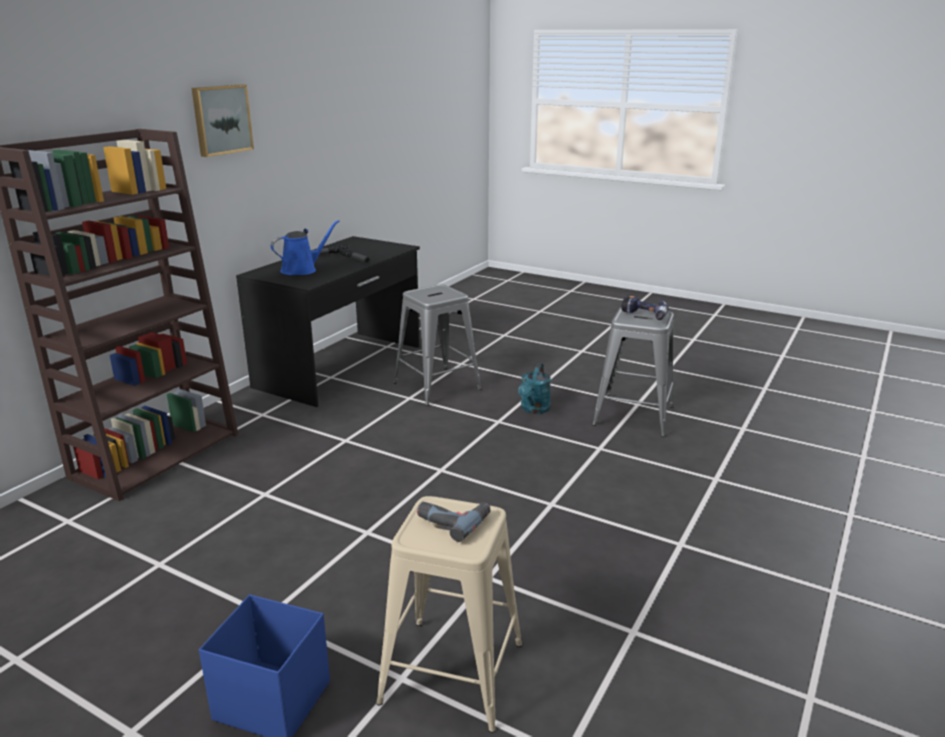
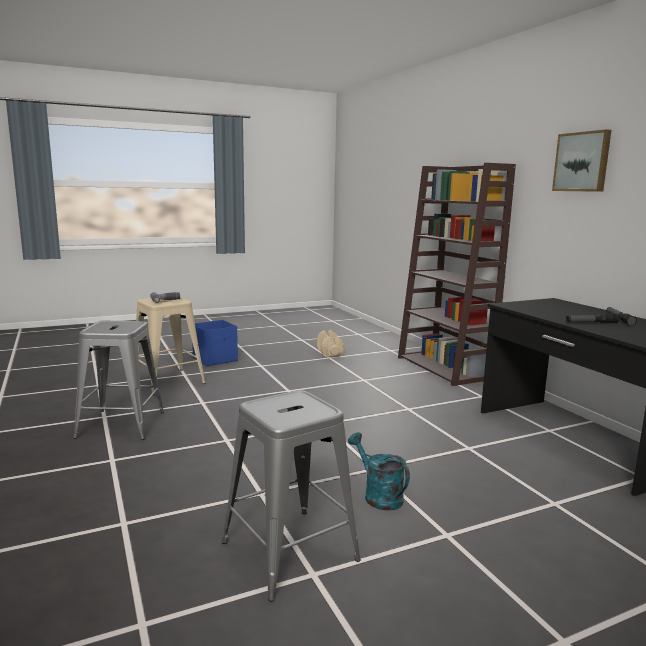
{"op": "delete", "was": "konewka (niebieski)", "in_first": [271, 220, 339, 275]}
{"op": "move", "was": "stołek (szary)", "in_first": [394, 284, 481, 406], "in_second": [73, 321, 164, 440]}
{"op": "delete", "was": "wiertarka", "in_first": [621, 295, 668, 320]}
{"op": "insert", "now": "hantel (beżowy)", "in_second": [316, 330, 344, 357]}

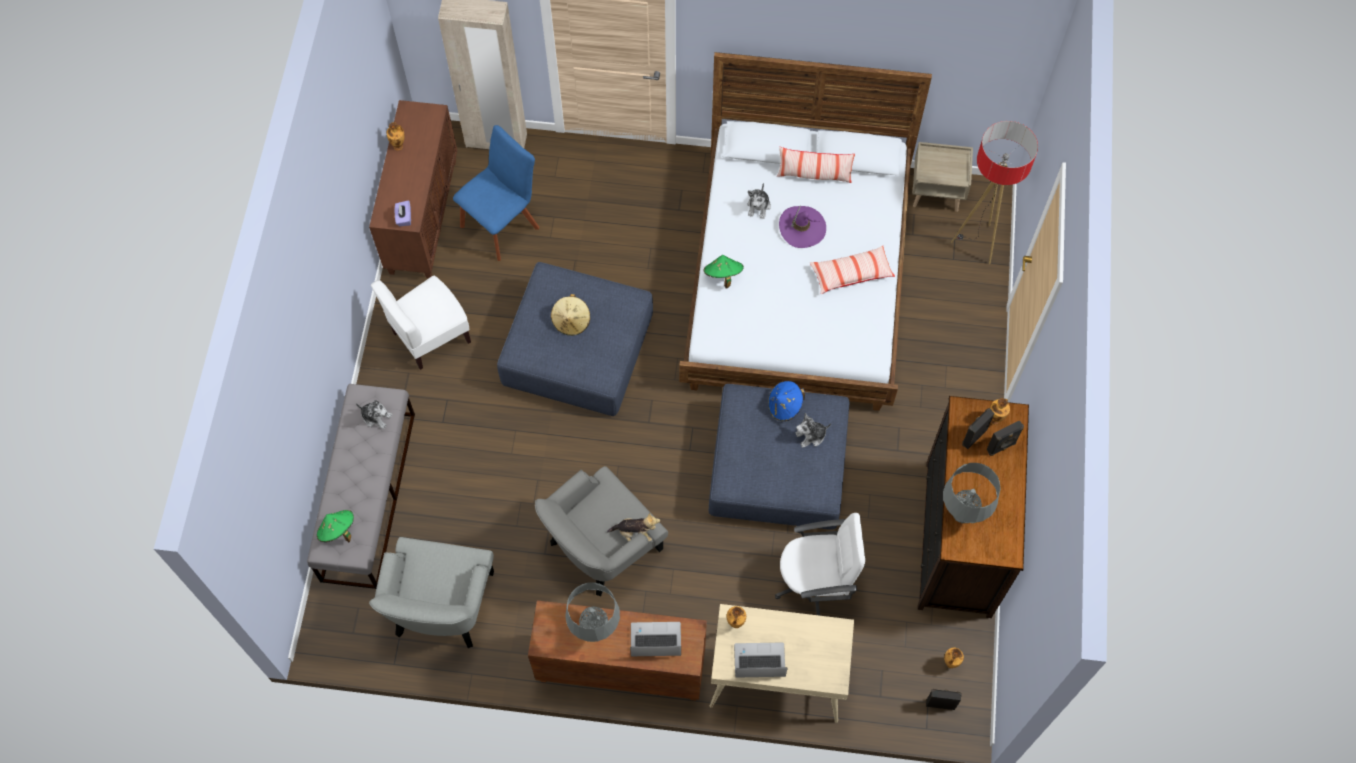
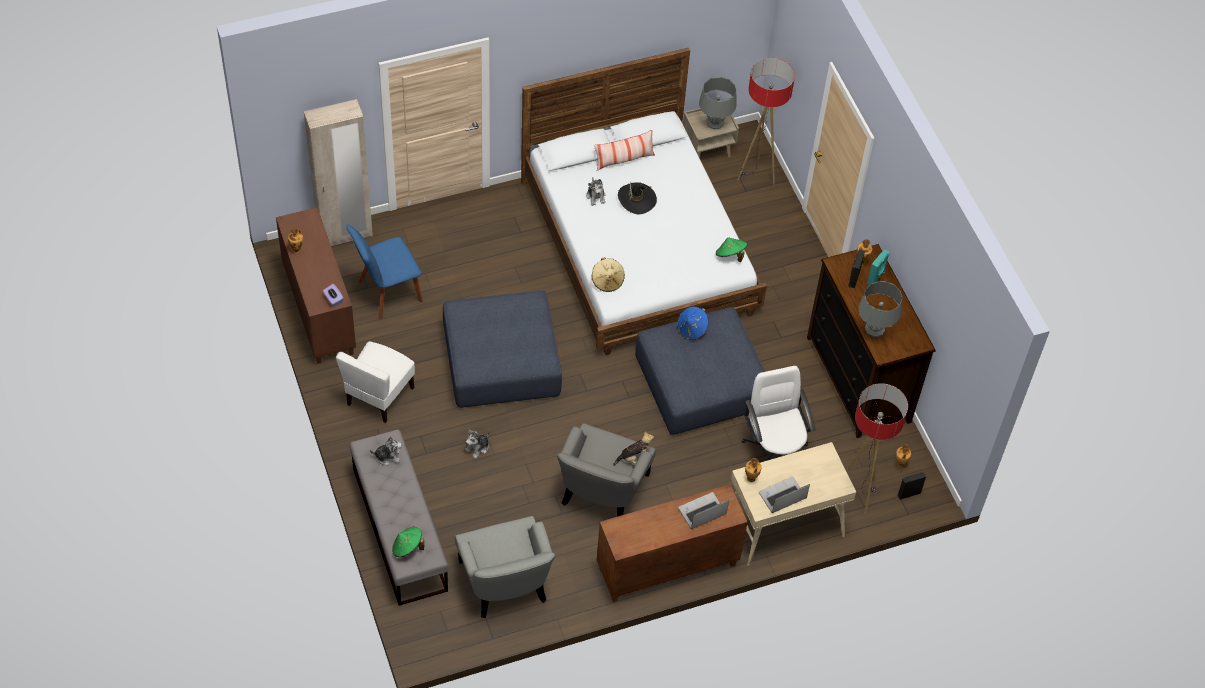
{"op": "rotate", "was": "krzesło (niebieski)", "in_first": [453, 125, 539, 261], "in_second": [346, 225, 423, 319], "clockwise": -135}
{"op": "recolor", "was": "kapelusz (fioletowy)", "now": "kapelusz (czarny)", "in_first": [779, 206, 826, 248], "in_second": [618, 182, 657, 214]}
{"op": "delete", "was": "poduszka", "in_first": [810, 246, 895, 294]}
{"op": "move", "was": "kapelusz (zielony)", "in_first": [704, 255, 744, 288], "in_second": [716, 237, 747, 262]}
{"op": "move", "was": "kapelusz (beżowy)", "in_first": [551, 294, 590, 336], "in_second": [592, 257, 625, 292]}
{"op": "move", "was": "pluszak", "in_first": [795, 413, 831, 448], "in_second": [465, 429, 490, 459]}
{"op": "recolor", "was": "głośnik (czarny)", "now": "głośnik (turkusowy)", "in_first": [986, 420, 1024, 456], "in_second": [867, 249, 889, 285]}
{"op": "rotate", "was": "krzesło biurowe (biały)", "in_first": [775, 513, 865, 616], "in_second": [742, 366, 815, 462], "clockwise": -75}
{"op": "move", "was": "lampa stołowa (szary)", "in_first": [565, 582, 620, 642], "in_second": [699, 77, 737, 129]}
{"op": "insert", "now": "lampa stojąca", "in_second": [846, 383, 908, 514]}

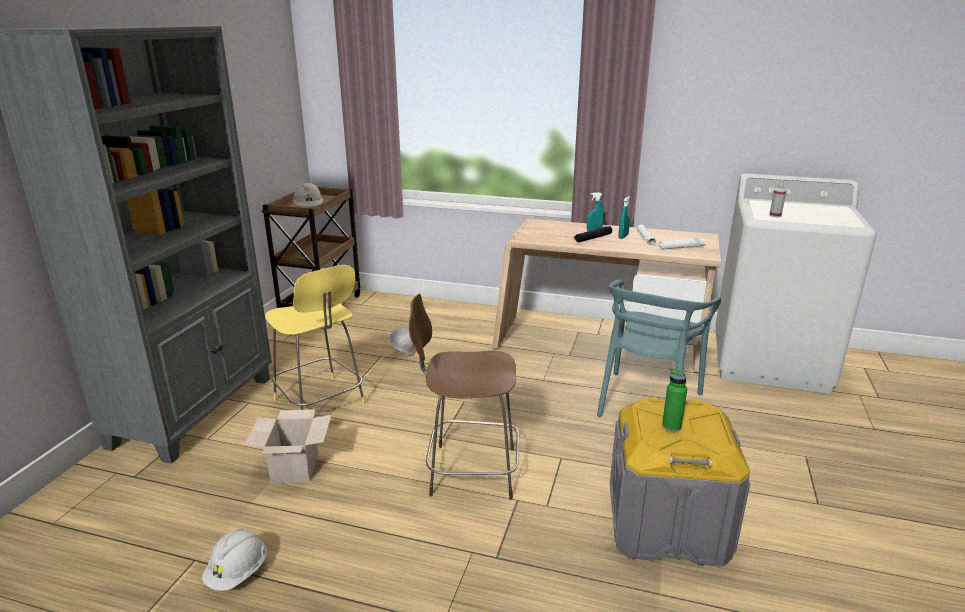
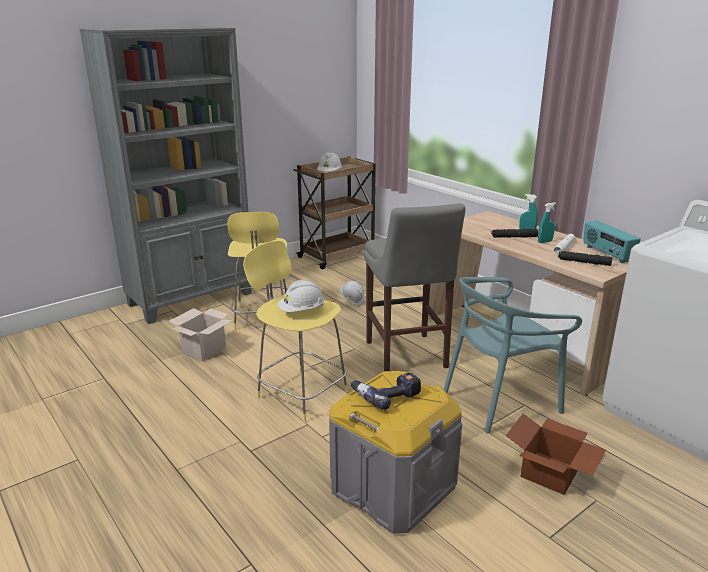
{"op": "delete", "was": "spryskiwacz", "in_first": [769, 179, 786, 217]}
{"op": "recolor", "was": "latarka (biały)", "now": "latarka (czarny)", "in_first": [657, 238, 706, 250], "in_second": [558, 251, 612, 266]}
{"op": "recolor", "was": "stołek (brązowy)", "now": "stołek (żółty)", "in_first": [409, 294, 519, 500], "in_second": [243, 241, 348, 422]}
{"op": "replace", "was": "butelka (zielony)", "now": "wiertarka", "in_first": [662, 369, 687, 432], "in_second": [351, 373, 421, 410]}
{"op": "move", "was": "kask (biały)", "in_first": [202, 529, 267, 591], "in_second": [278, 280, 325, 312]}
{"op": "insert", "now": "stołek (szary)", "in_second": [364, 203, 465, 371]}
{"op": "insert", "now": "radio", "in_second": [583, 221, 641, 263]}
{"op": "insert", "now": "karton", "in_second": [506, 414, 606, 495]}

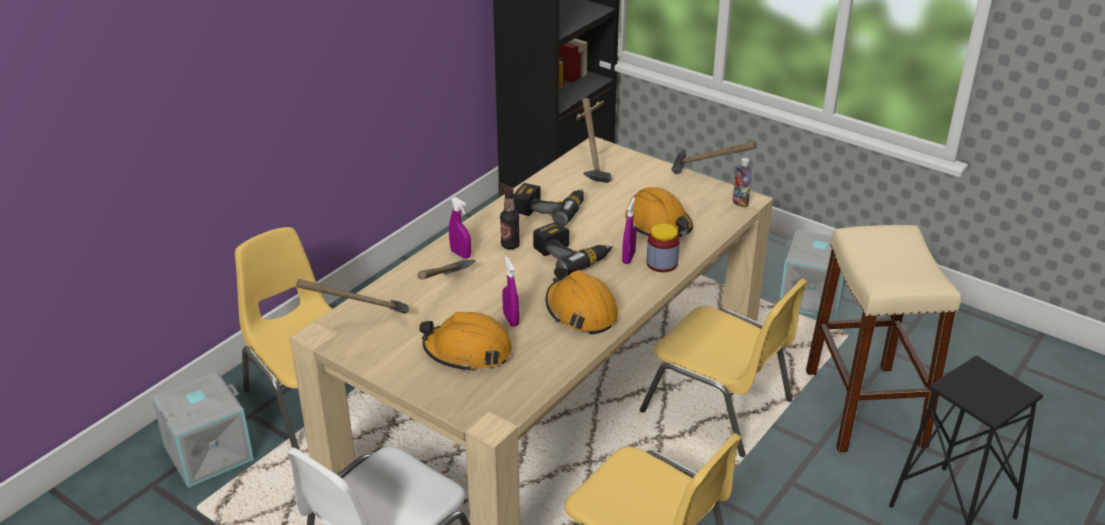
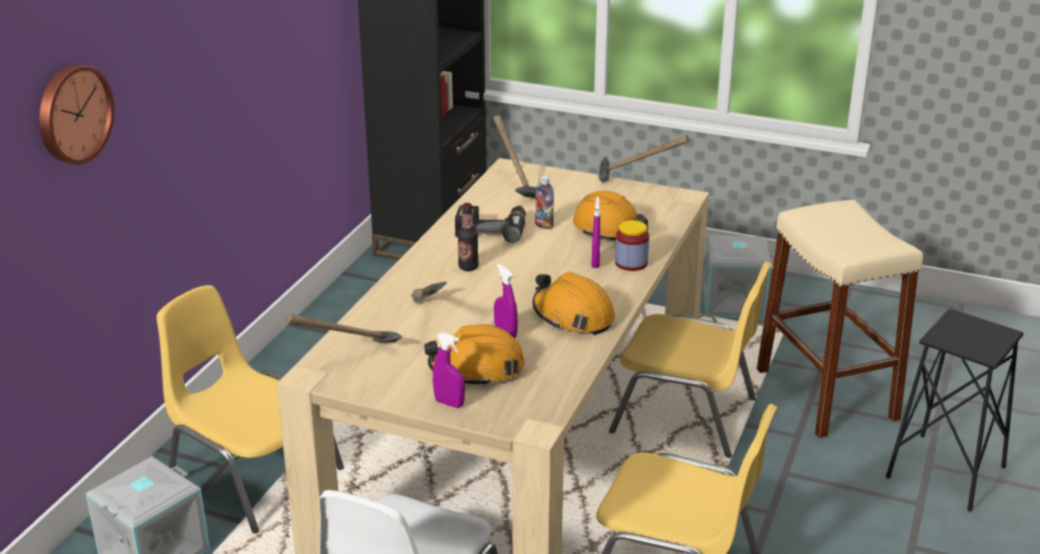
{"op": "move", "was": "butelka", "in_first": [733, 158, 752, 208], "in_second": [535, 176, 554, 229]}
{"op": "move", "was": "spryskiwacz (fioletowy)", "in_first": [449, 197, 471, 259], "in_second": [433, 333, 465, 408]}
{"op": "delete", "was": "wiertarka", "in_first": [533, 222, 613, 275]}
{"op": "insert", "now": "zegar ścienny", "in_second": [39, 64, 114, 165]}

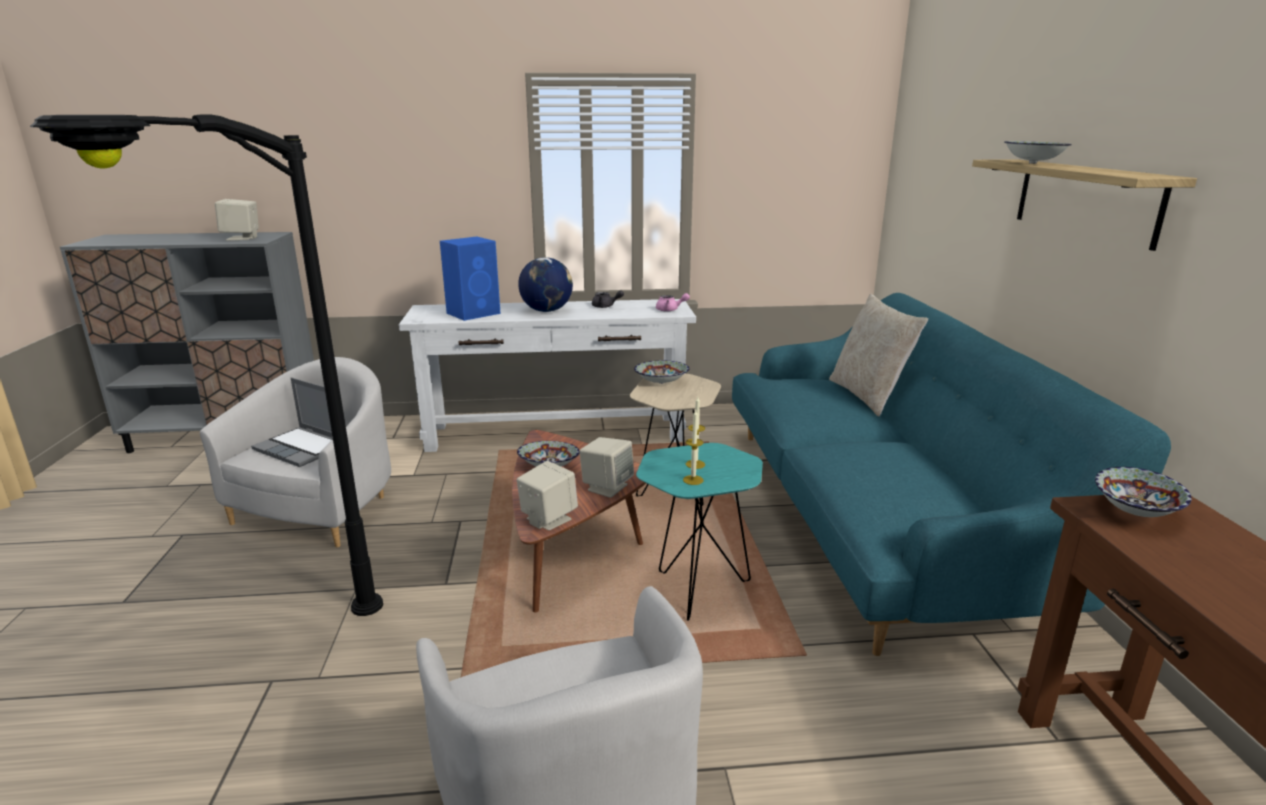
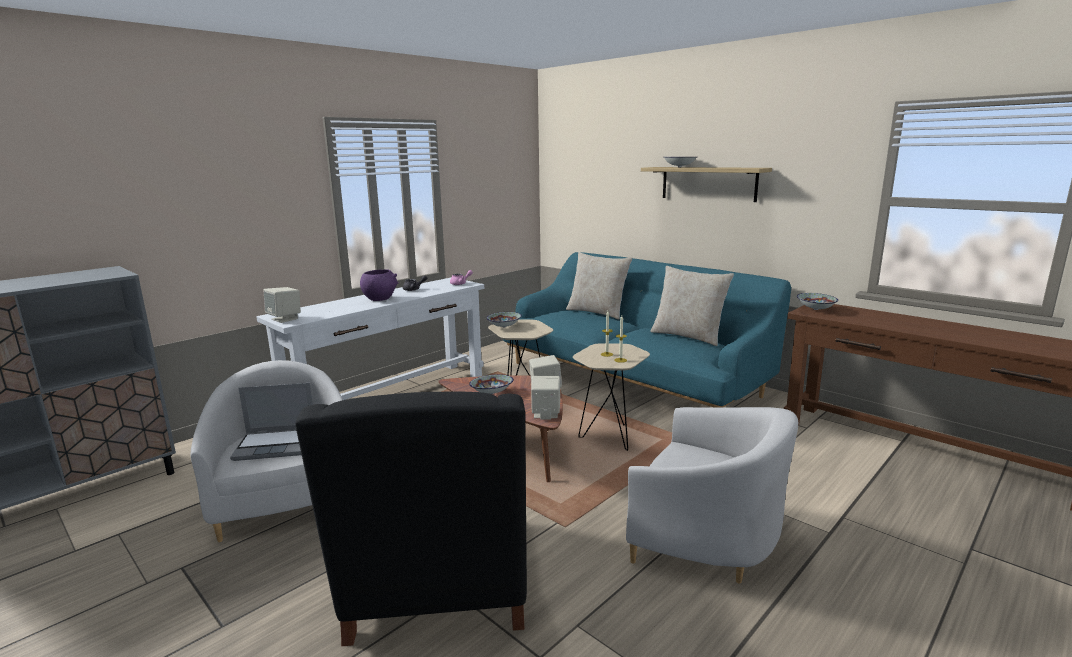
{"op": "replace", "was": "lampa stojąca (czarny)", "now": "fotel (czarny)", "in_first": [30, 114, 383, 616], "in_second": [295, 392, 527, 646]}
{"op": "move", "was": "głośnik (beżowy)", "in_first": [215, 199, 259, 240], "in_second": [264, 287, 301, 323]}
{"op": "delete", "was": "głośnik (niebieski)", "in_first": [440, 237, 501, 321]}
{"op": "replace", "was": "globus", "now": "miska (fioletowy)", "in_first": [518, 257, 573, 312], "in_second": [360, 269, 398, 301]}
{"op": "recolor", "was": "stolik (turkusowy)", "now": "stolik (beżowy)", "in_first": [636, 443, 763, 621], "in_second": [573, 343, 650, 451]}
{"op": "insert", "now": "poduszka (beżowy)", "in_second": [650, 266, 734, 346]}

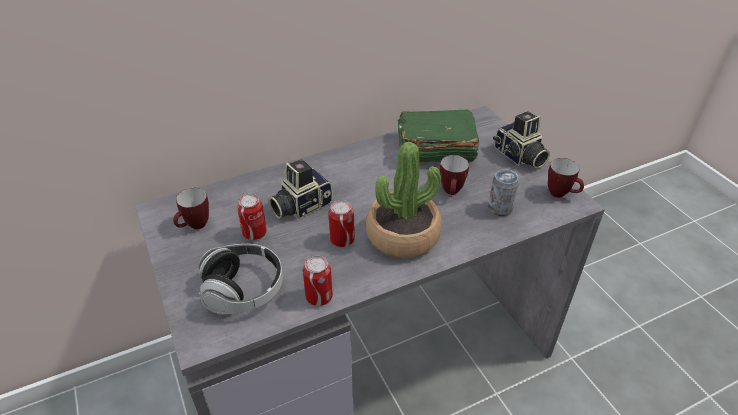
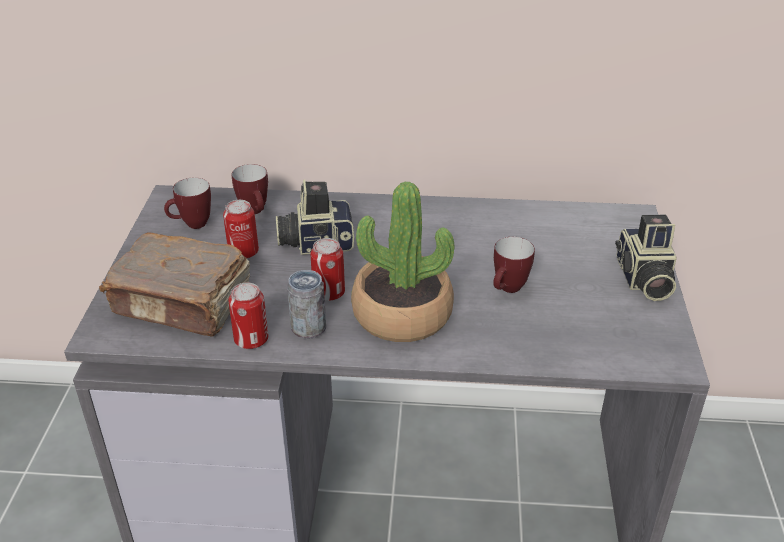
{"op": "delete", "was": "książka (zielony)", "in_first": [397, 110, 479, 163]}
{"op": "move", "was": "kubek", "in_first": [548, 158, 584, 198], "in_second": [232, 164, 268, 214]}
{"op": "move", "was": "puszka", "in_first": [488, 169, 519, 216], "in_second": [287, 270, 326, 339]}
{"op": "replace", "was": "słuchawki", "now": "książka (brązowy)", "in_first": [198, 244, 283, 315], "in_second": [99, 232, 250, 337]}

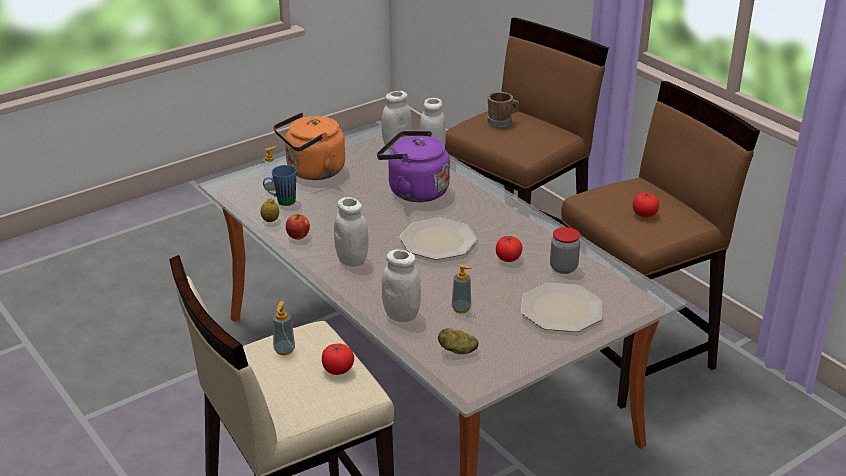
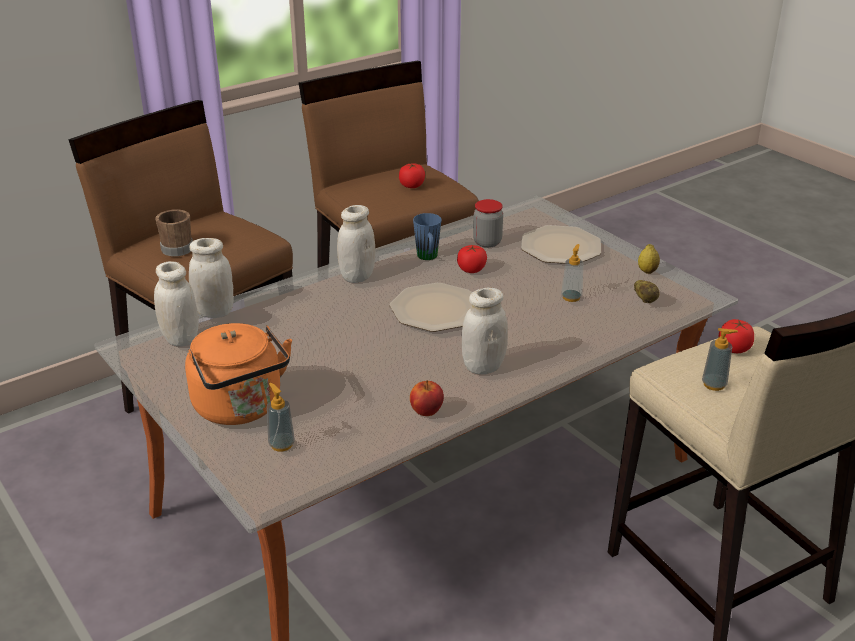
{"op": "delete", "was": "czajnik (fioletowy)", "in_first": [377, 131, 450, 202]}
{"op": "move", "was": "kubek (niebieski)", "in_first": [263, 165, 296, 206], "in_second": [413, 213, 441, 260]}
{"op": "move", "was": "cytryna", "in_first": [260, 198, 279, 222], "in_second": [638, 244, 660, 274]}
{"op": "move", "was": "słoik (biały)", "in_first": [382, 249, 421, 322], "in_second": [337, 205, 375, 283]}

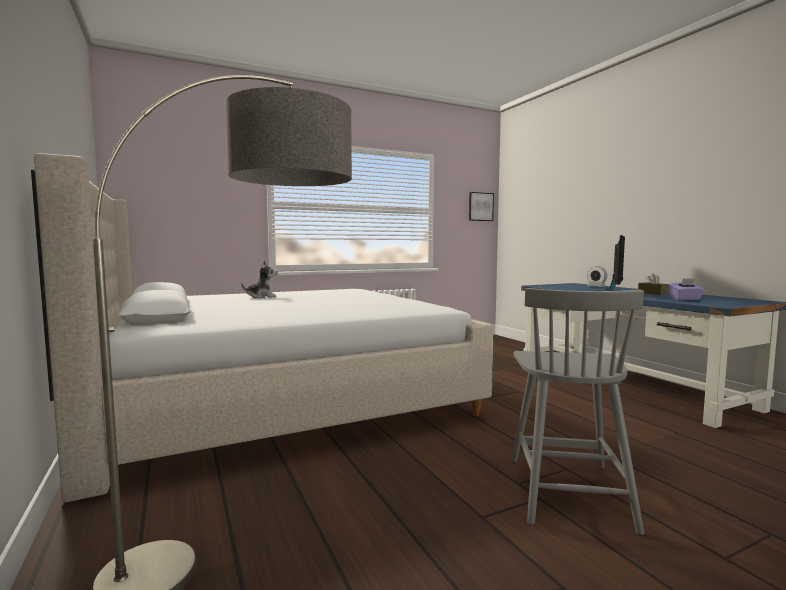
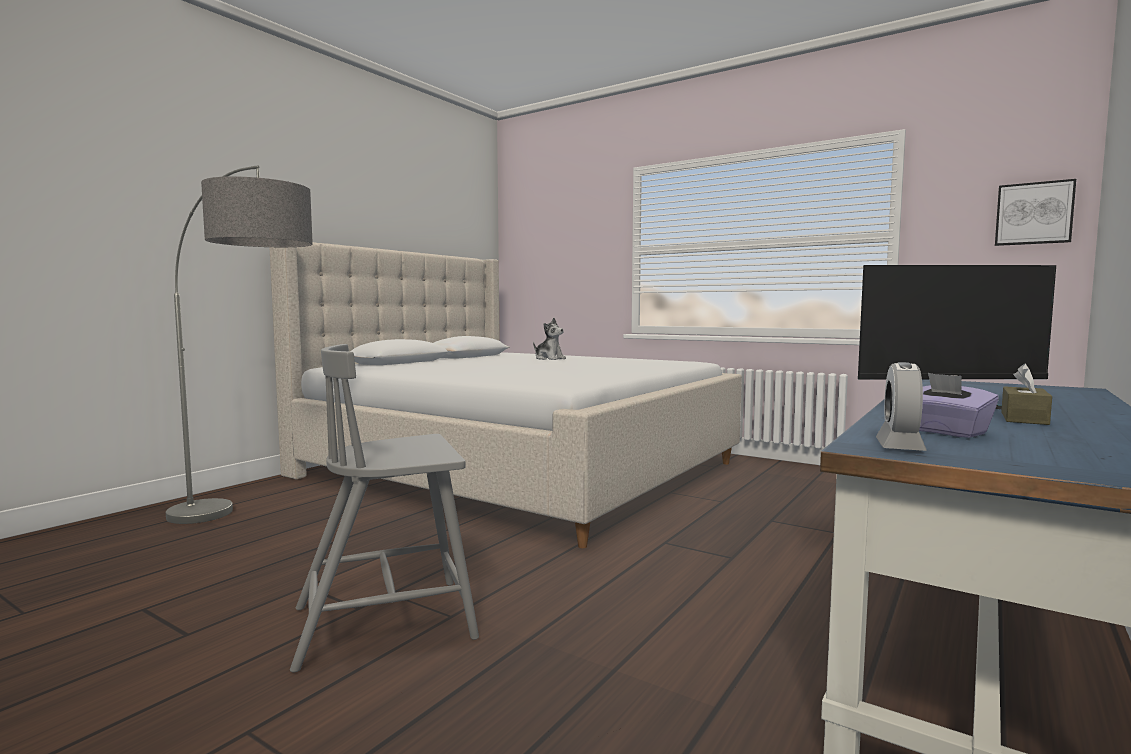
{"op": "move", "was": "budzik", "in_first": [587, 266, 607, 287], "in_second": [876, 362, 927, 451]}

